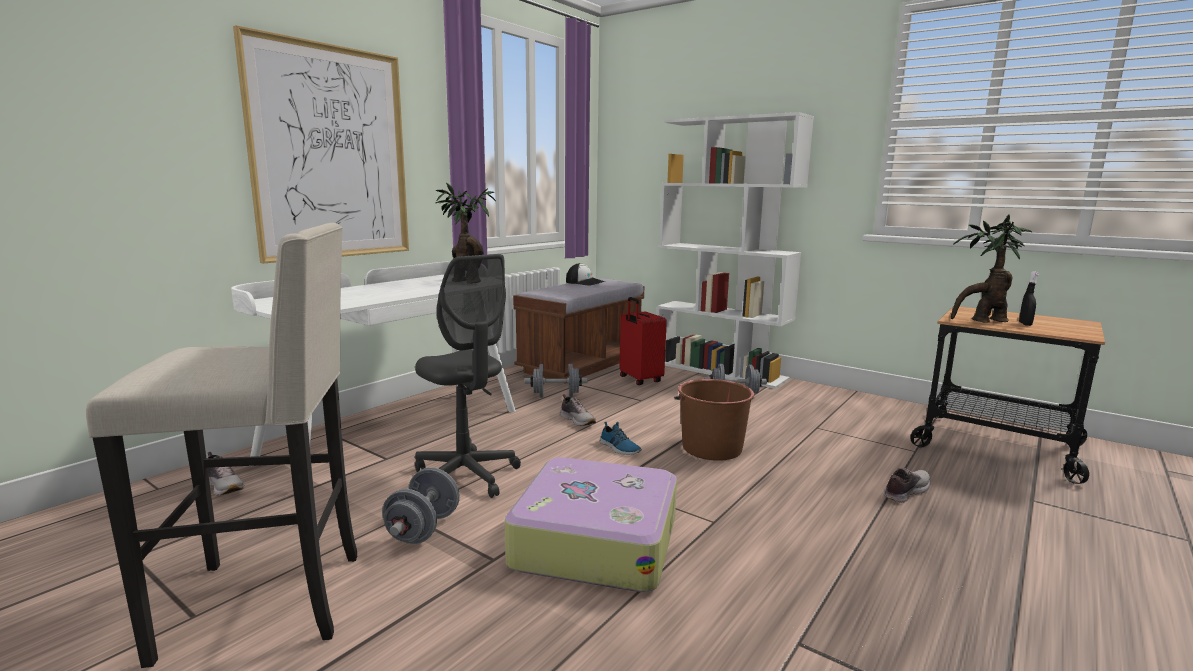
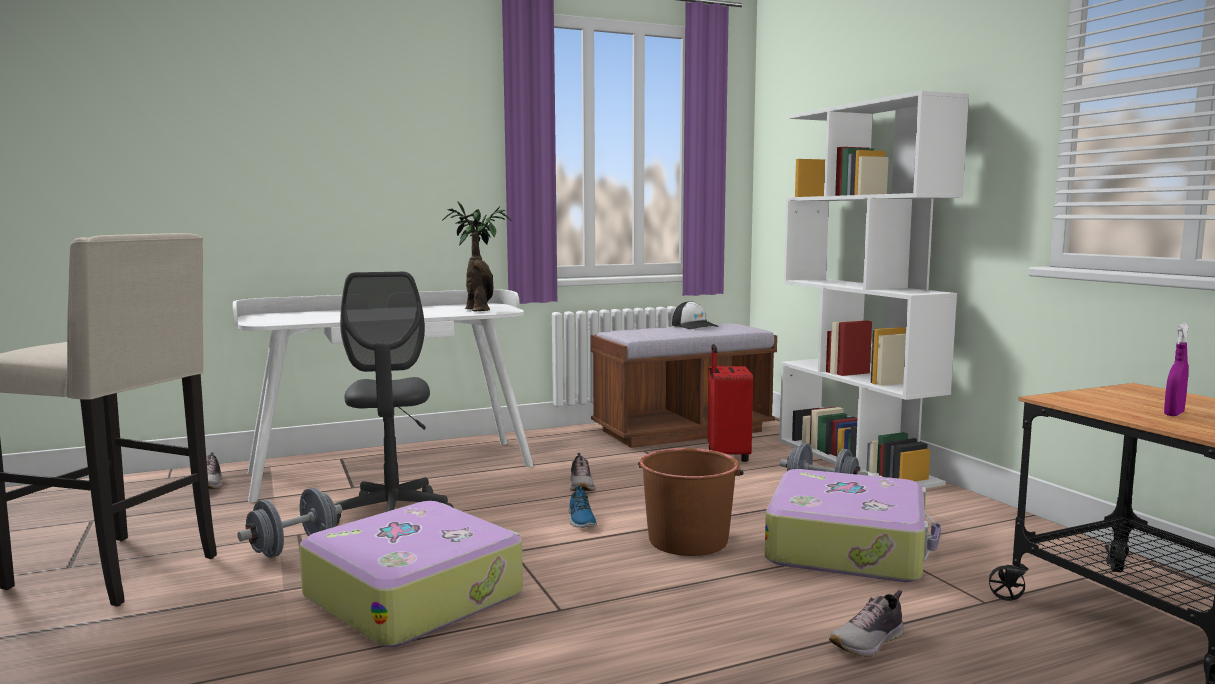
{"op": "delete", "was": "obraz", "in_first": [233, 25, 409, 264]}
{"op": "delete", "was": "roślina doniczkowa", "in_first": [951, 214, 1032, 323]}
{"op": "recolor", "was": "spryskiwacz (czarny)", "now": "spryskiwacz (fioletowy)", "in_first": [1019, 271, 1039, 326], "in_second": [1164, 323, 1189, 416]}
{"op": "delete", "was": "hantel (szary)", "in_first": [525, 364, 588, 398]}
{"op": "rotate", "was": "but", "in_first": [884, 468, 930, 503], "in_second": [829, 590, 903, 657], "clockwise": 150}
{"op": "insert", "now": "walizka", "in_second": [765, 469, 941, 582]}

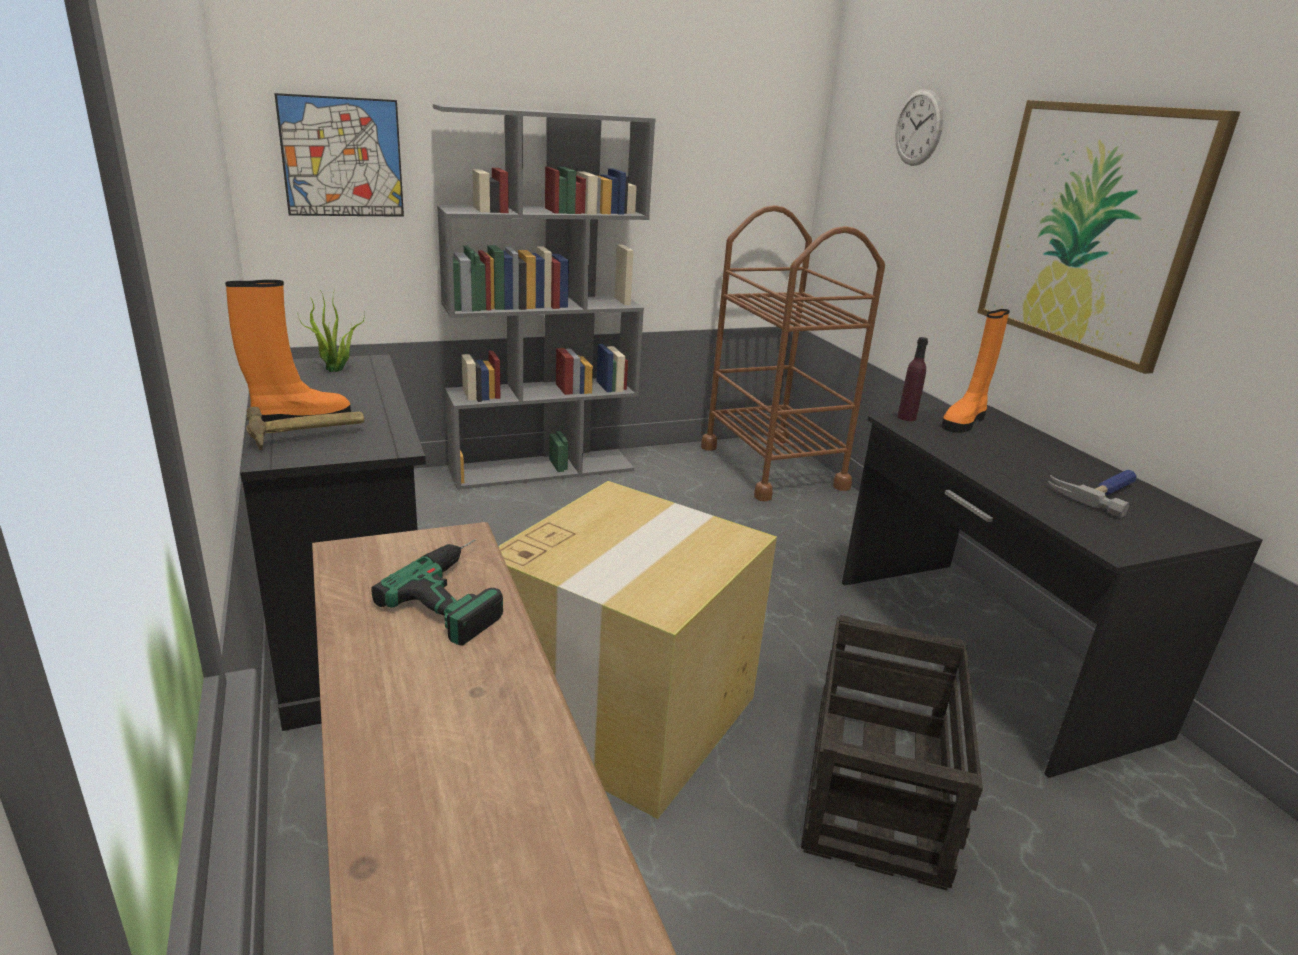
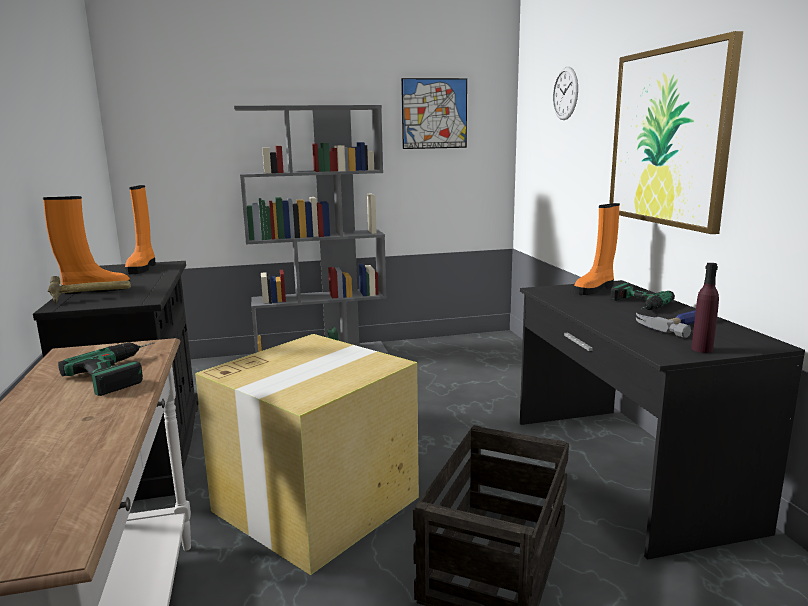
{"op": "move", "was": "obraz", "in_first": [274, 93, 404, 217], "in_second": [401, 78, 467, 149]}
{"op": "delete", "was": "wózek (brązowy)", "in_first": [701, 205, 885, 501]}
{"op": "replace", "was": "roślina doniczkowa", "now": "but z cholewką (pomarańczowy)", "in_first": [297, 289, 365, 372], "in_second": [125, 185, 156, 274]}
{"op": "move", "was": "butelka (fioletowy)", "in_first": [897, 337, 928, 421], "in_second": [691, 263, 719, 353]}
{"op": "insert", "now": "wiertarka", "in_second": [610, 283, 675, 310]}

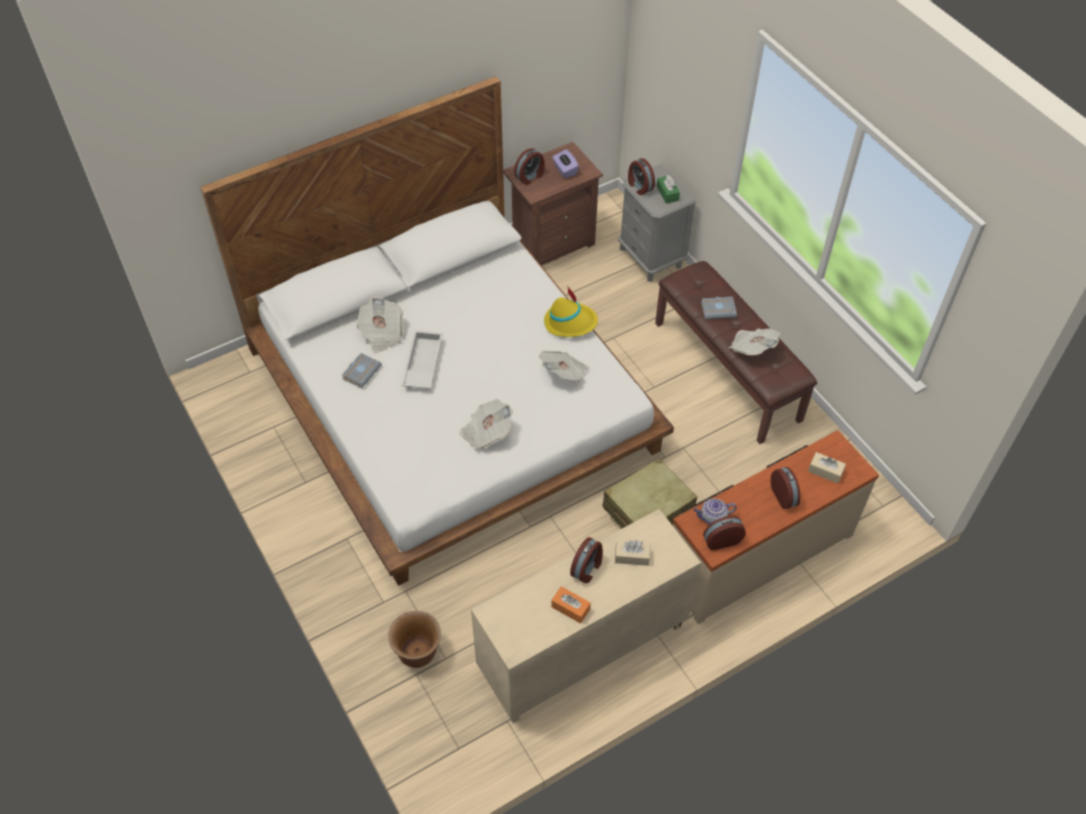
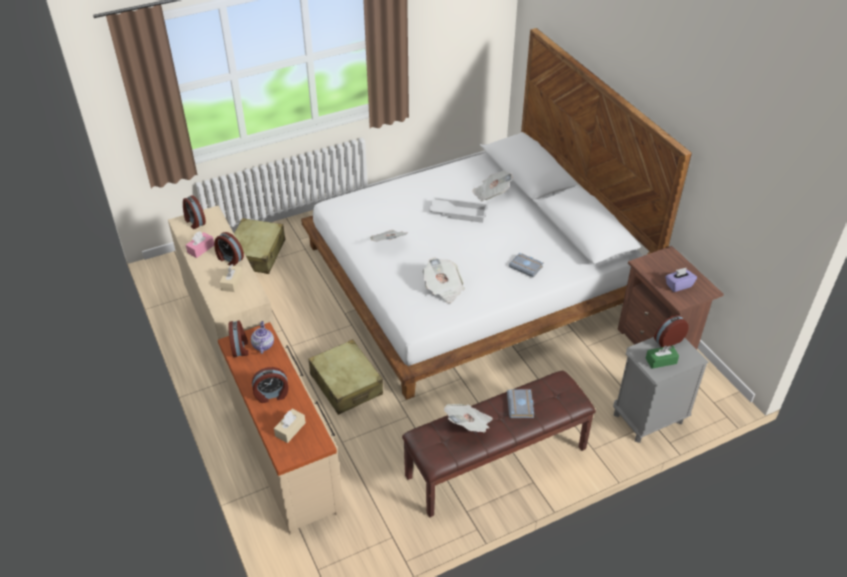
{"op": "move", "was": "budzik", "in_first": [514, 148, 545, 185], "in_second": [183, 195, 206, 229]}
{"op": "delete", "was": "kapelusz (żółty)", "in_first": [544, 286, 598, 337]}
{"op": "move", "was": "książka (szary)", "in_first": [341, 353, 382, 388], "in_second": [509, 253, 543, 277]}
{"op": "recolor", "was": "pudełko chusteczek (pomarańczowy)", "now": "pudełko chusteczek (różowy)", "in_first": [551, 586, 591, 624], "in_second": [186, 231, 214, 258]}
{"op": "replace", "was": "donica (brązowy)", "now": "walizka (beżowy)", "in_first": [388, 611, 441, 668], "in_second": [234, 218, 285, 274]}

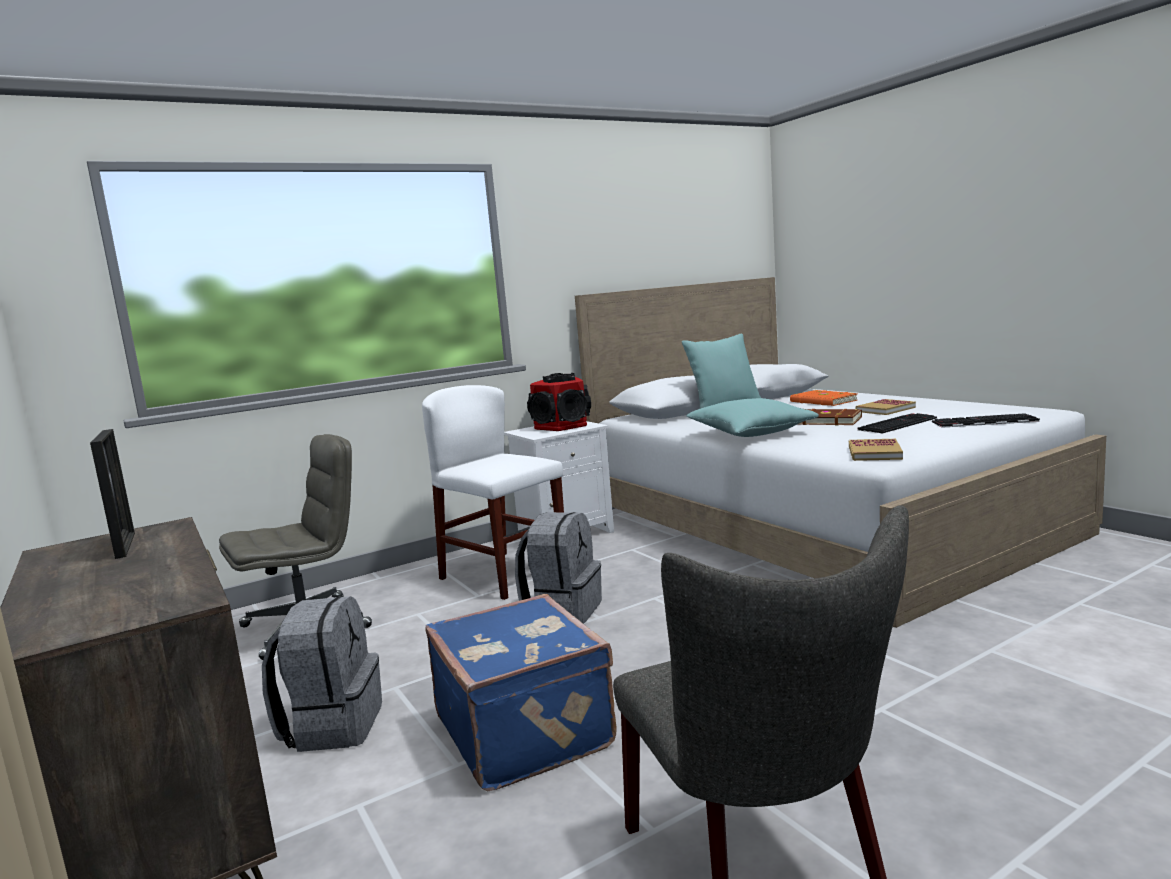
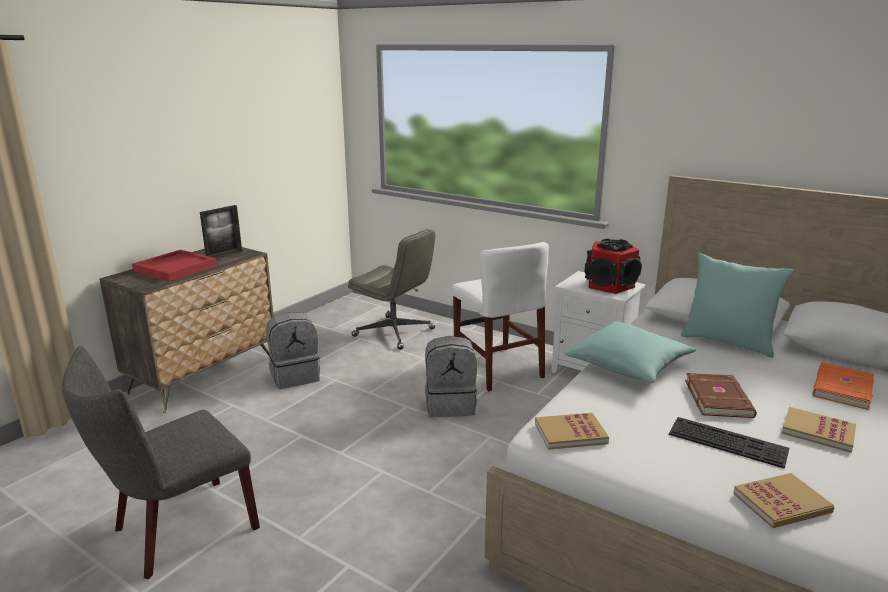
{"op": "rotate", "was": "krzesło (biały)", "in_first": [422, 385, 564, 600], "in_second": [452, 242, 549, 391], "clockwise": 135}
{"op": "replace", "was": "klawiatura", "now": "książka", "in_first": [932, 413, 1040, 428], "in_second": [733, 473, 834, 528]}
{"op": "delete", "was": "walizka (niebieski)", "in_first": [425, 594, 617, 792]}
{"op": "insert", "now": "taca (czerwony)", "in_second": [132, 250, 217, 282]}

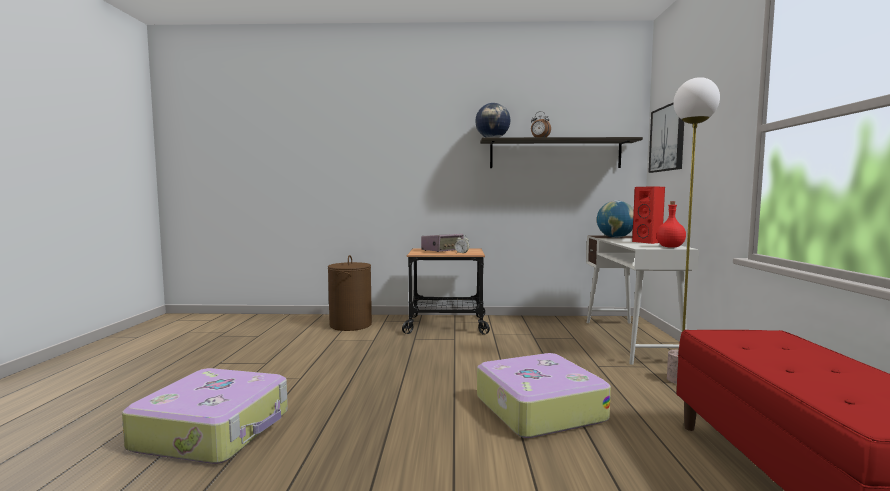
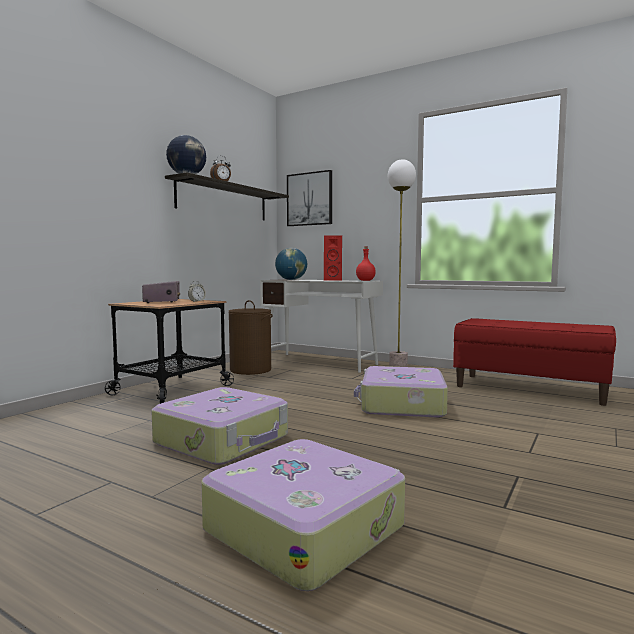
{"op": "move", "was": "kosz na pranie (brązowy)", "in_first": [328, 255, 372, 331], "in_second": [228, 300, 273, 375]}
{"op": "insert", "now": "walizka", "in_second": [151, 387, 288, 465]}

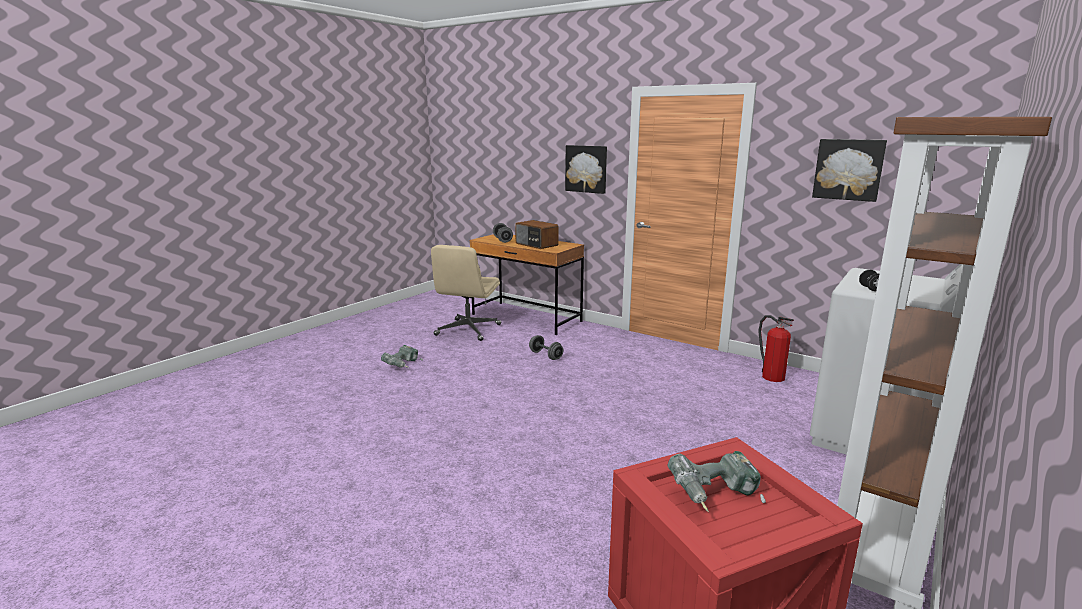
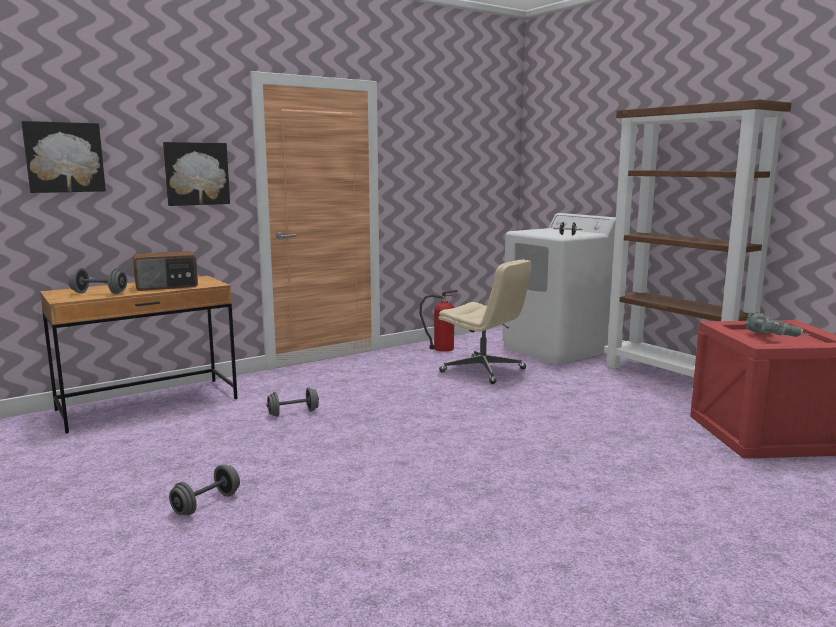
{"op": "move", "was": "obraz", "in_first": [812, 139, 887, 202], "in_second": [21, 121, 106, 193]}
{"op": "move", "was": "krzesło biurowe (beżowy)", "in_first": [431, 245, 501, 341], "in_second": [438, 259, 531, 384]}
{"op": "replace", "was": "wiertarka", "now": "hantel (szary)", "in_first": [381, 345, 423, 368], "in_second": [169, 465, 240, 515]}

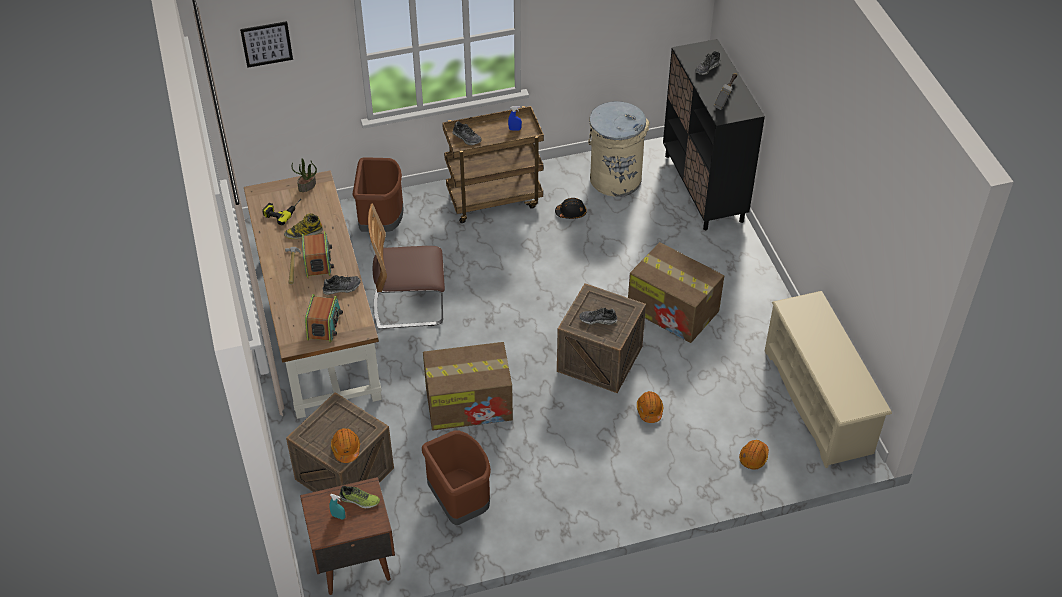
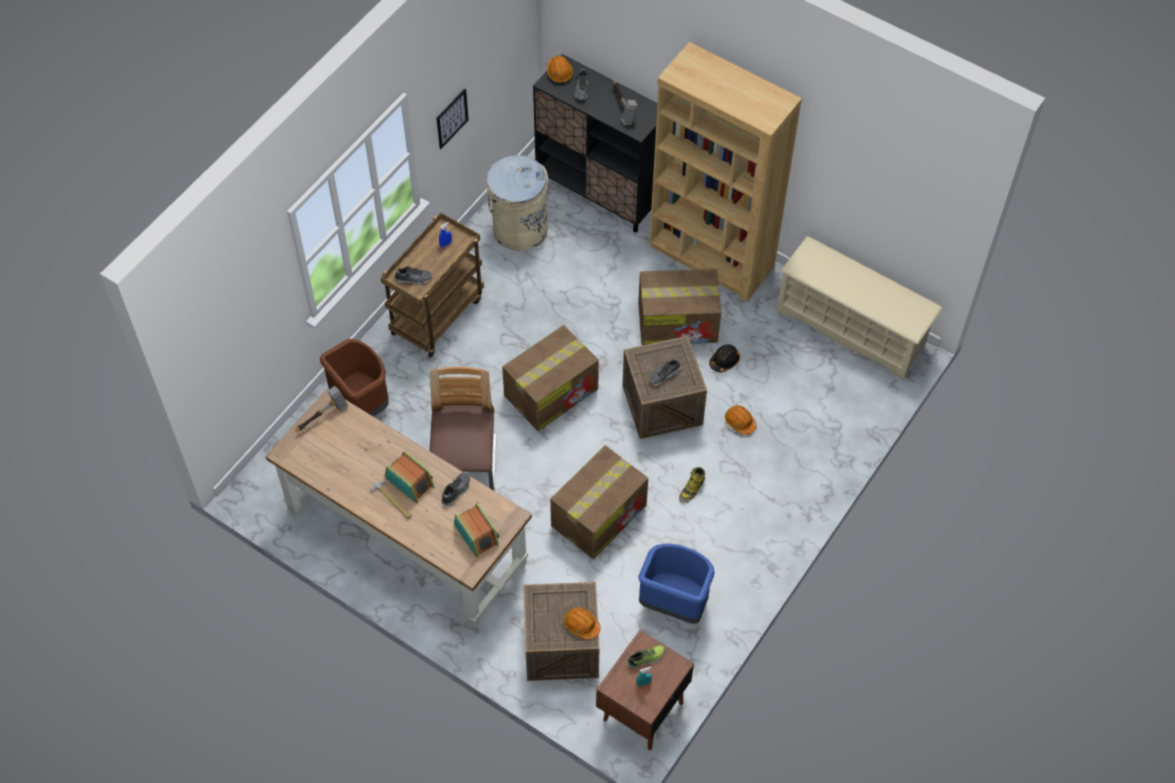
{"op": "move", "was": "obraz", "in_first": [240, 21, 293, 68], "in_second": [436, 89, 468, 149]}
{"op": "replace", "was": "roślina doniczkowa", "now": "młotek", "in_first": [291, 158, 317, 192], "in_second": [296, 386, 349, 432]}
{"op": "move", "was": "kask (czarny)", "in_first": [555, 198, 587, 219], "in_second": [709, 344, 740, 372]}
{"op": "delete", "was": "wiertarka", "in_first": [262, 199, 301, 226]}
{"op": "rotate", "was": "krzesło", "in_first": [368, 204, 445, 329], "in_second": [429, 367, 497, 490], "clockwise": 135}
{"op": "move", "was": "but z cholewką", "in_first": [284, 213, 323, 239], "in_second": [679, 467, 705, 503]}
{"op": "recolor", "was": "kosz na śmieci (brązowy)", "now": "kosz na śmieci (niebieski)", "in_first": [422, 430, 491, 525], "in_second": [638, 544, 715, 623]}
{"op": "move", "was": "kask (pomarańczowy)", "in_first": [739, 440, 769, 469], "in_second": [547, 56, 573, 83]}
{"op": "insert", "now": "regał (brązowy)", "in_second": [649, 42, 802, 302]}
{"op": "insert", "now": "karton", "in_second": [502, 325, 599, 431]}

